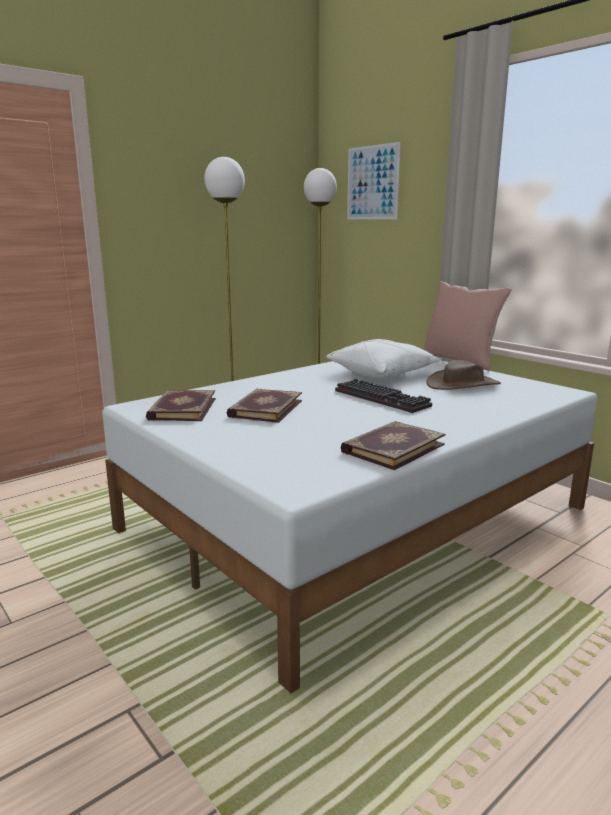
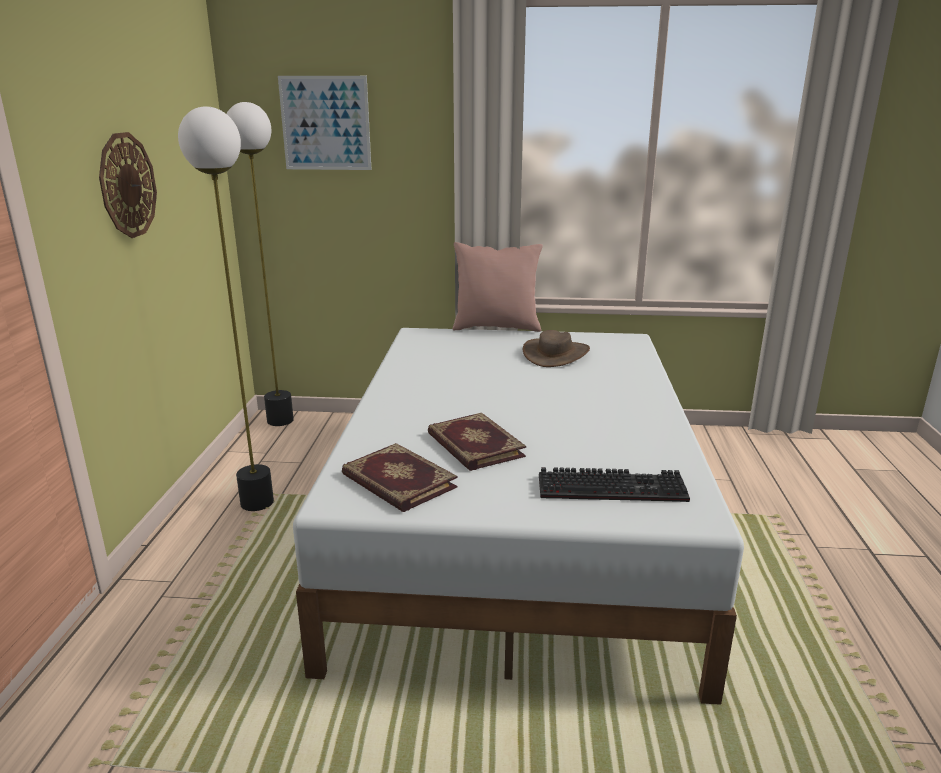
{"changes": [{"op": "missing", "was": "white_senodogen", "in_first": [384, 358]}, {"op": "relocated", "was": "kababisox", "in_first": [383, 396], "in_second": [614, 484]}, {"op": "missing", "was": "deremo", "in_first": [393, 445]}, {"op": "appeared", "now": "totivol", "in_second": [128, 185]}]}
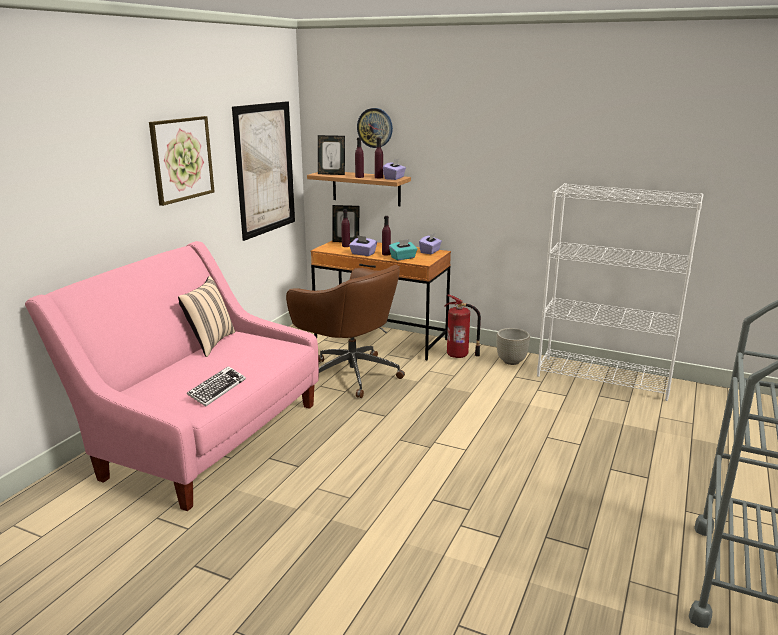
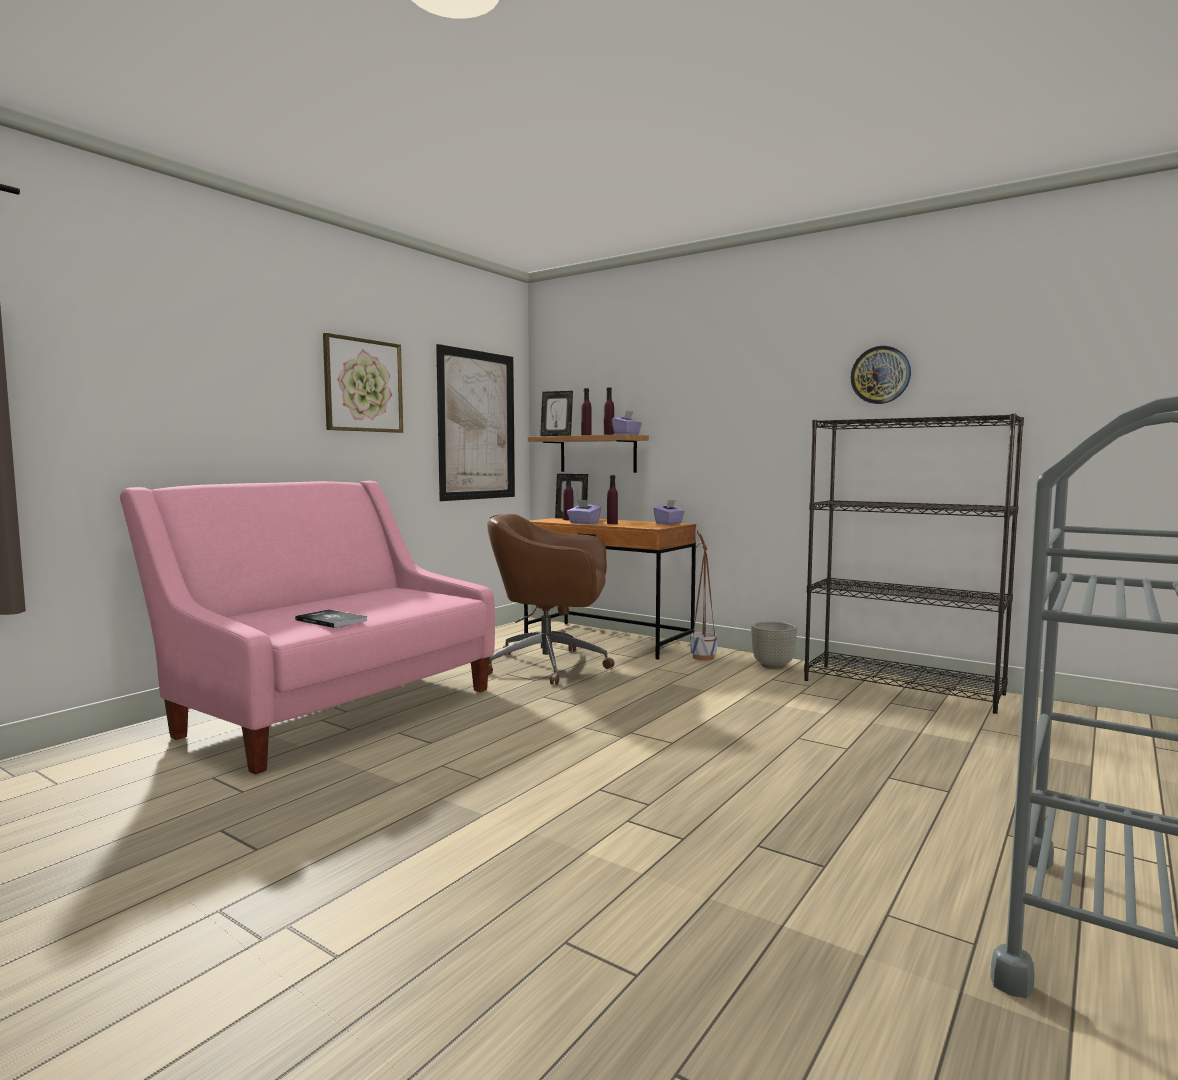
{"changes": [{"op": "relocated", "was": "totivol", "in_first": [375, 128], "in_second": [881, 375]}, {"op": "colour", "was": "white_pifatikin", "now": "black_pifatikin", "in_first": [620, 292], "in_second": [914, 564]}, {"op": "missing", "was": "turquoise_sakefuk", "in_first": [403, 249]}, {"op": "spun", "was": "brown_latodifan", "in_first": [345, 331], "in_second": [550, 599], "clockwise": 135}, {"op": "missing", "was": "beige_senodogen", "in_first": [206, 316]}, {"op": "exchanged", "was": "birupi", "now": "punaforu", "in_first": [462, 326], "in_second": [703, 595]}, {"op": "exchanged", "was": "kababisox", "now": "deremo", "in_first": [216, 386], "in_second": [331, 618]}]}
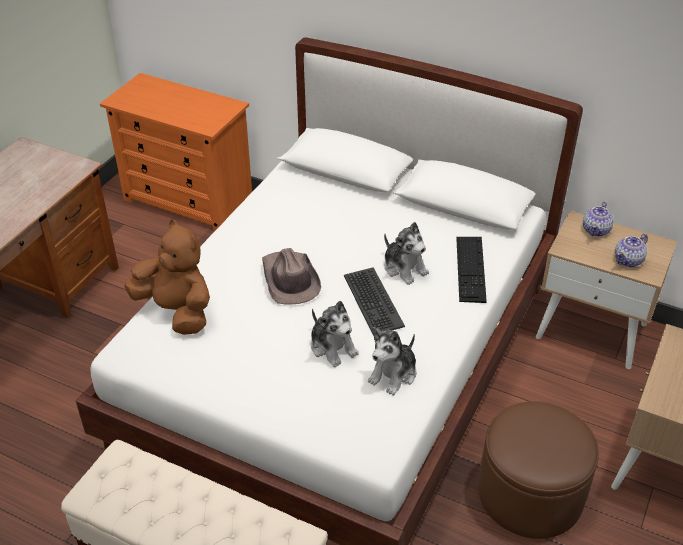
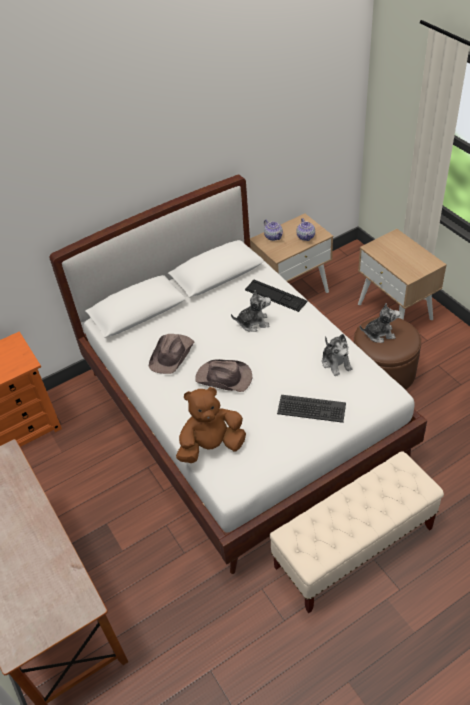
{"changes": [{"op": "relocated", "was": "kababisox", "in_first": [374, 301], "in_second": [311, 409]}, {"op": "relocated", "was": "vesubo", "in_first": [335, 334], "in_second": [380, 323]}, {"op": "appeared", "now": "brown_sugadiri", "in_second": [172, 354]}]}
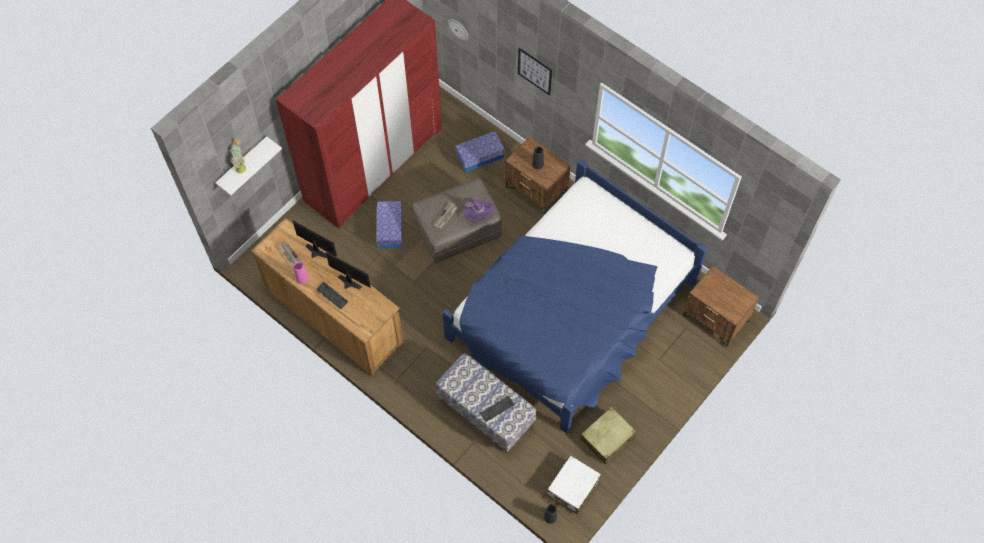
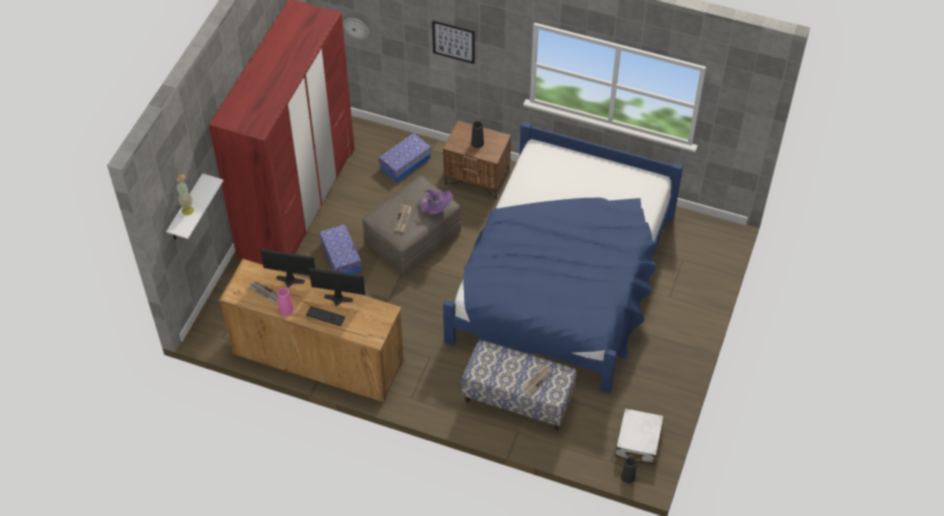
{"changes": [{"op": "missing", "was": "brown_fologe", "in_first": [721, 307]}, {"op": "exchanged", "was": "kababisox", "now": "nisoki", "in_first": [497, 409], "in_second": [536, 380]}, {"op": "missing", "was": "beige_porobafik", "in_first": [608, 435]}]}
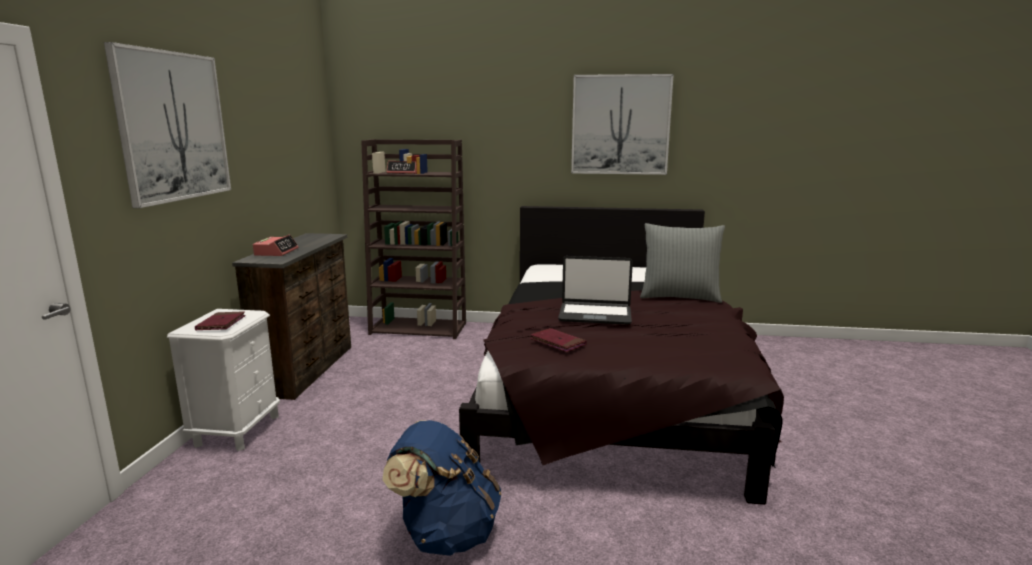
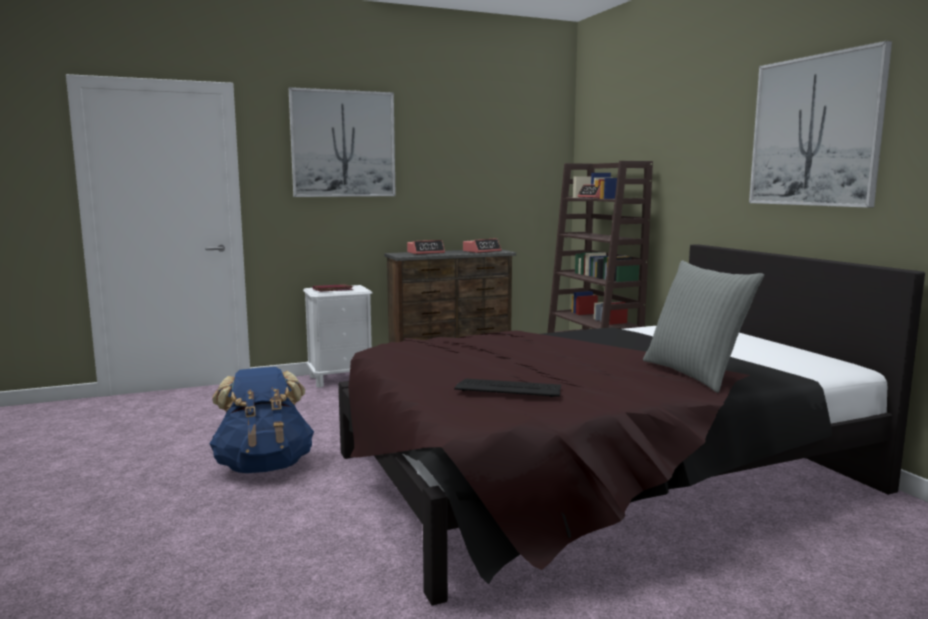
{"changes": [{"op": "missing", "was": "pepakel", "in_first": [595, 290]}, {"op": "missing", "was": "red_deremo", "in_first": [558, 340]}, {"op": "appeared", "now": "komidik", "in_second": [482, 245]}, {"op": "appeared", "now": "kababisox", "in_second": [507, 388]}]}
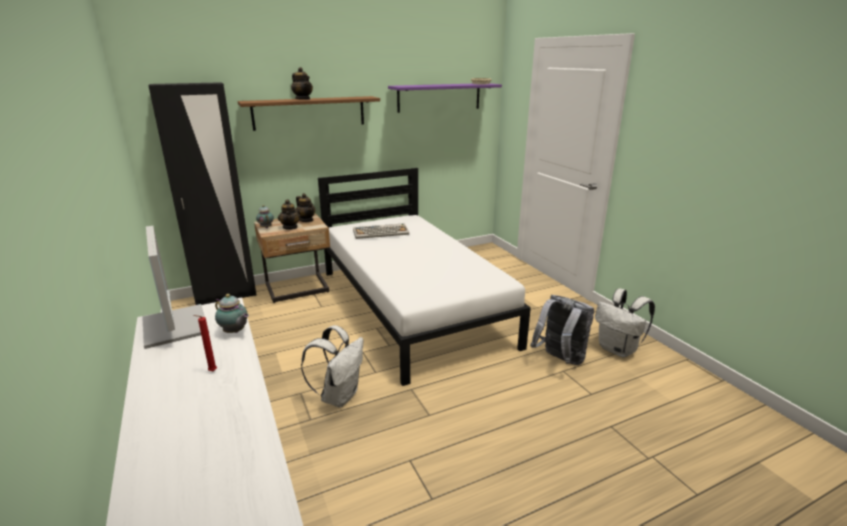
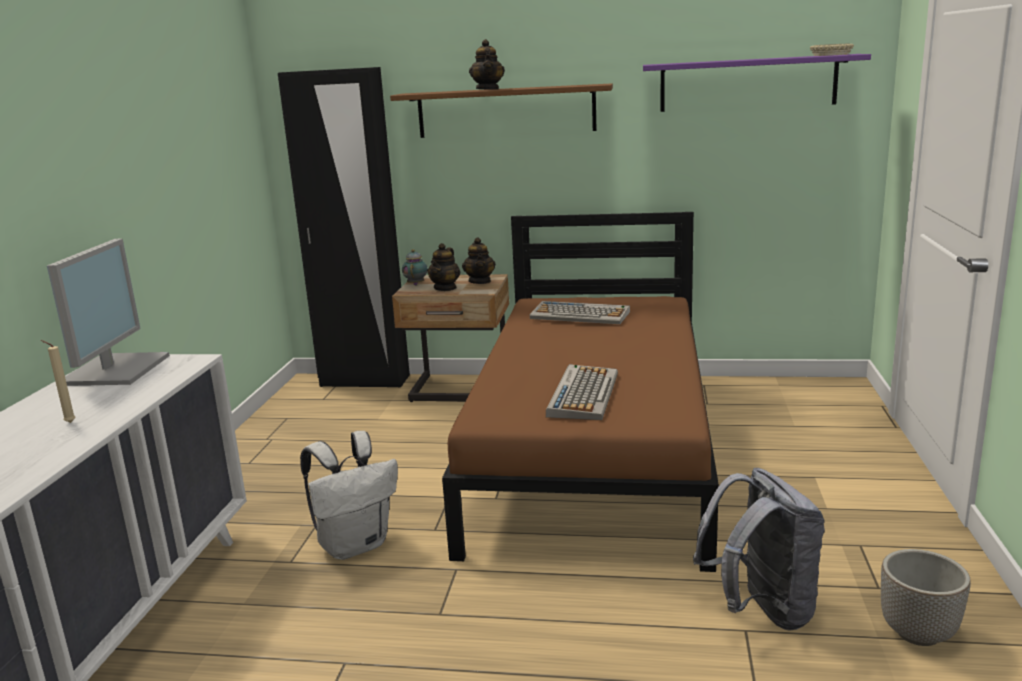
{"changes": [{"op": "colour", "was": "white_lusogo", "now": "brown_lusogo", "in_first": [424, 277], "in_second": [580, 392]}, {"op": "exchanged", "was": "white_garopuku", "now": "punaforu", "in_first": [625, 323], "in_second": [926, 597]}, {"op": "missing", "was": "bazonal", "in_first": [232, 313]}, {"op": "colour", "was": "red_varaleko", "now": "beige_varaleko", "in_first": [205, 343], "in_second": [58, 381]}, {"op": "appeared", "now": "kababisox", "in_second": [582, 392]}]}
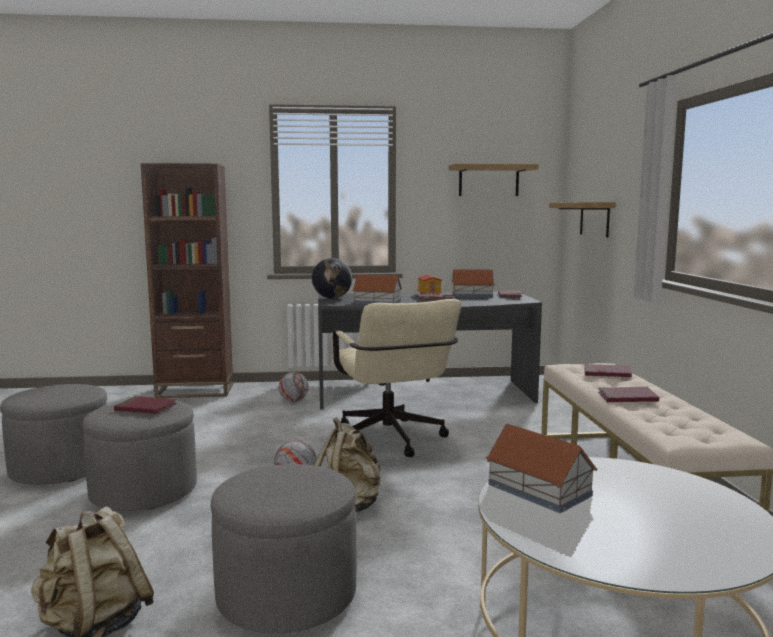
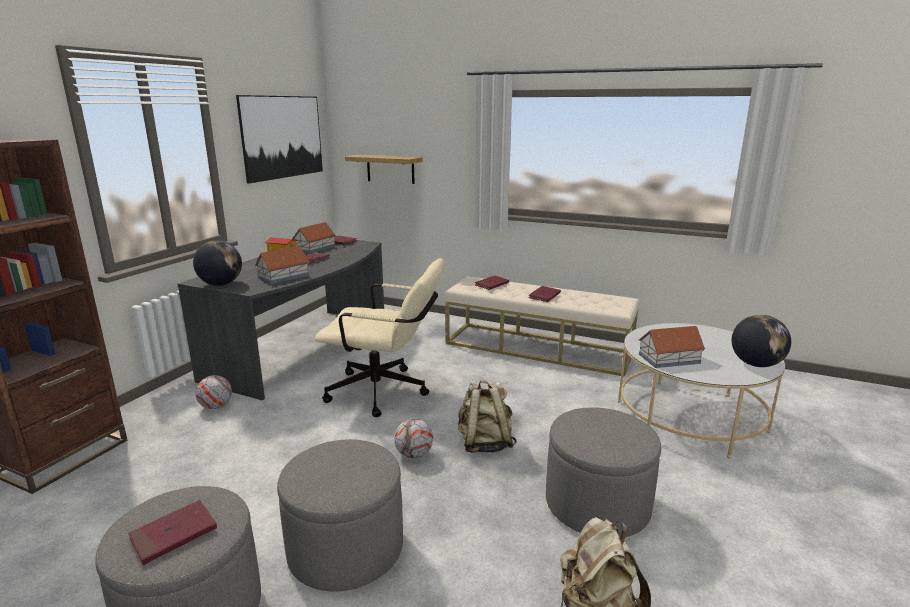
{"changes": [{"op": "exchanged", "was": "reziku", "now": "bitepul", "in_first": [493, 180], "in_second": [279, 139]}, {"op": "relocated", "was": "red_deremo", "in_first": [145, 405], "in_second": [172, 532]}, {"op": "appeared", "now": "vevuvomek", "in_second": [761, 341]}]}
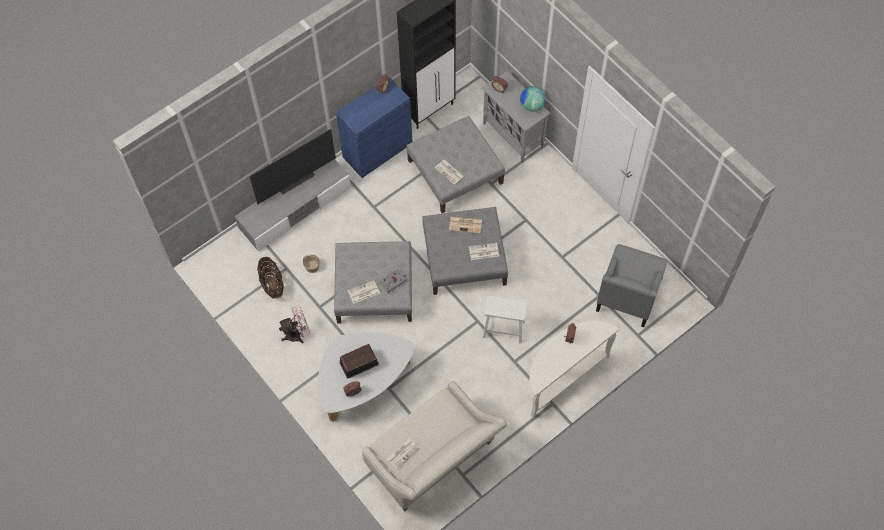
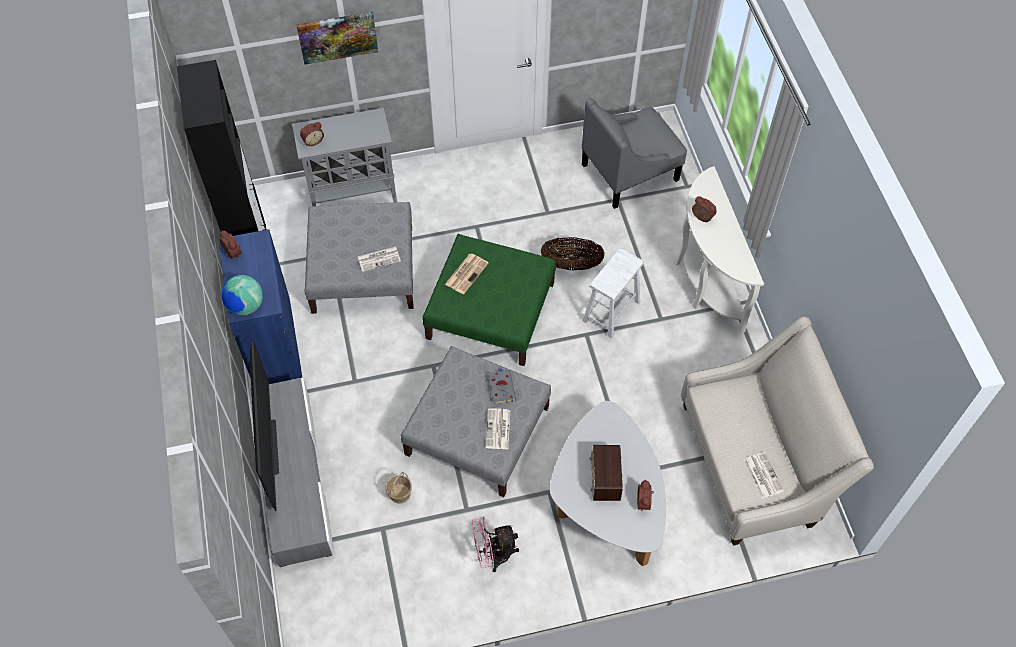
{"changes": [{"op": "relocated", "was": "vevuvomek", "in_first": [532, 99], "in_second": [242, 295]}, {"op": "colour", "was": "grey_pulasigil", "now": "green_pulasigil", "in_first": [465, 251], "in_second": [489, 300]}, {"op": "missing", "was": "nisoki", "in_first": [484, 251]}, {"op": "spun", "was": "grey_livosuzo", "in_first": [631, 285], "in_second": [634, 153], "clockwise": 105}, {"op": "relocated", "was": "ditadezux", "in_first": [270, 278], "in_second": [573, 254]}, {"op": "spun", "was": "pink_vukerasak", "in_first": [294, 324], "in_second": [495, 544], "clockwise": -105}, {"op": "appeared", "now": "bitepul", "in_second": [337, 38]}]}
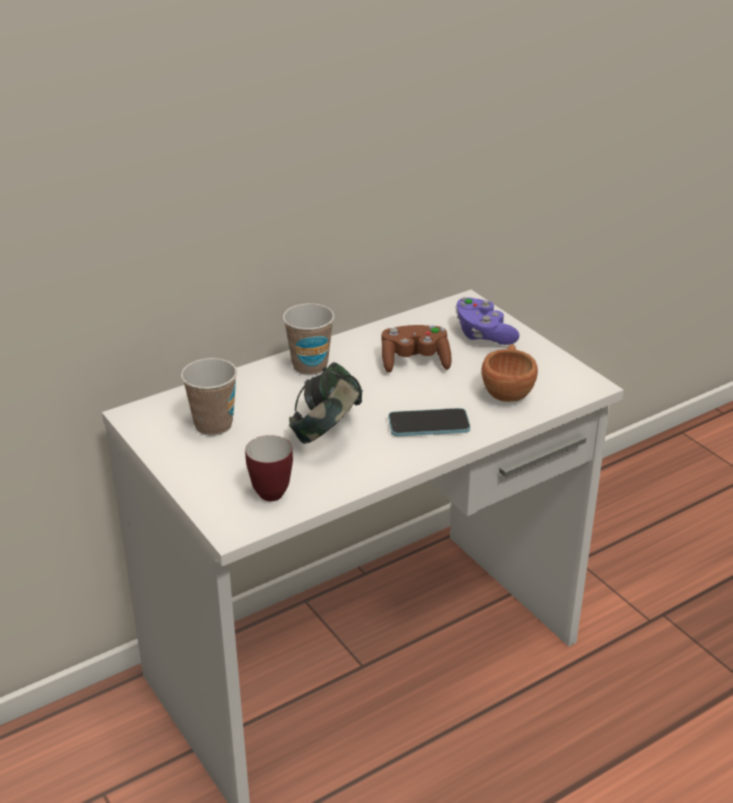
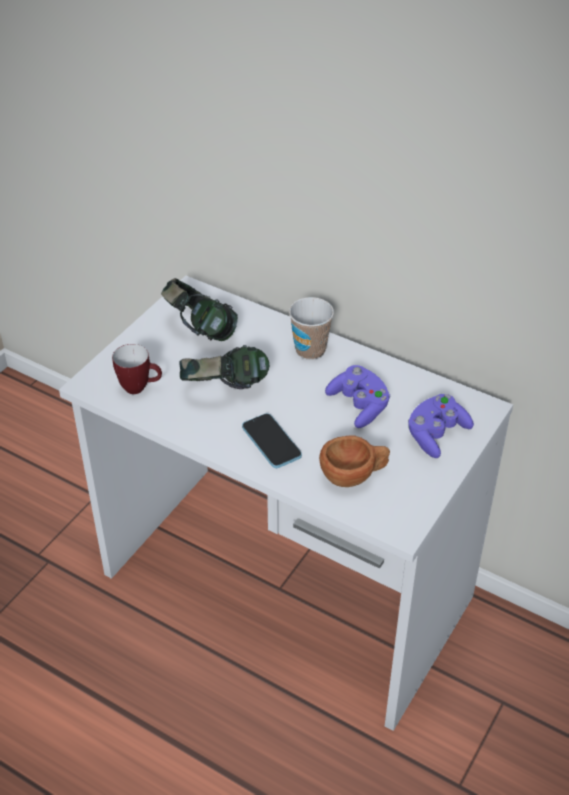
{"changes": [{"op": "colour", "was": "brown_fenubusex", "now": "purple_fenubusex", "in_first": [416, 349], "in_second": [357, 396]}, {"op": "exchanged", "was": "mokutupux", "now": "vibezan", "in_first": [209, 397], "in_second": [199, 309]}]}
